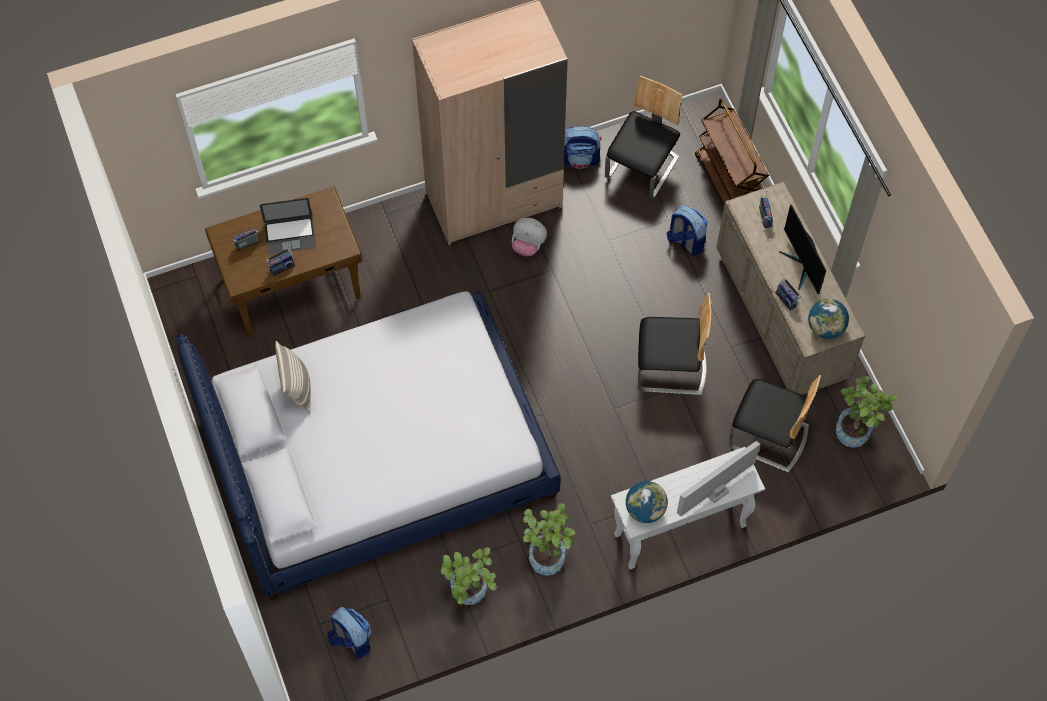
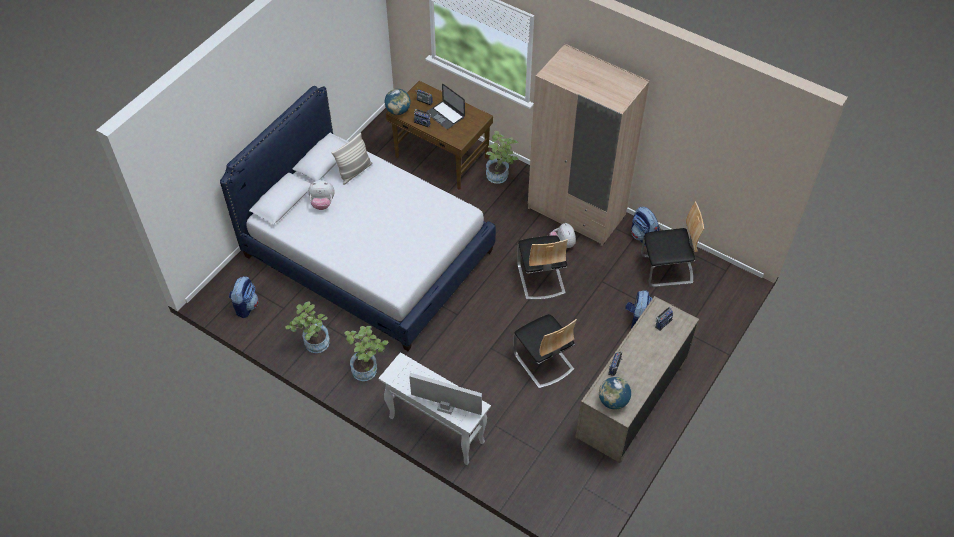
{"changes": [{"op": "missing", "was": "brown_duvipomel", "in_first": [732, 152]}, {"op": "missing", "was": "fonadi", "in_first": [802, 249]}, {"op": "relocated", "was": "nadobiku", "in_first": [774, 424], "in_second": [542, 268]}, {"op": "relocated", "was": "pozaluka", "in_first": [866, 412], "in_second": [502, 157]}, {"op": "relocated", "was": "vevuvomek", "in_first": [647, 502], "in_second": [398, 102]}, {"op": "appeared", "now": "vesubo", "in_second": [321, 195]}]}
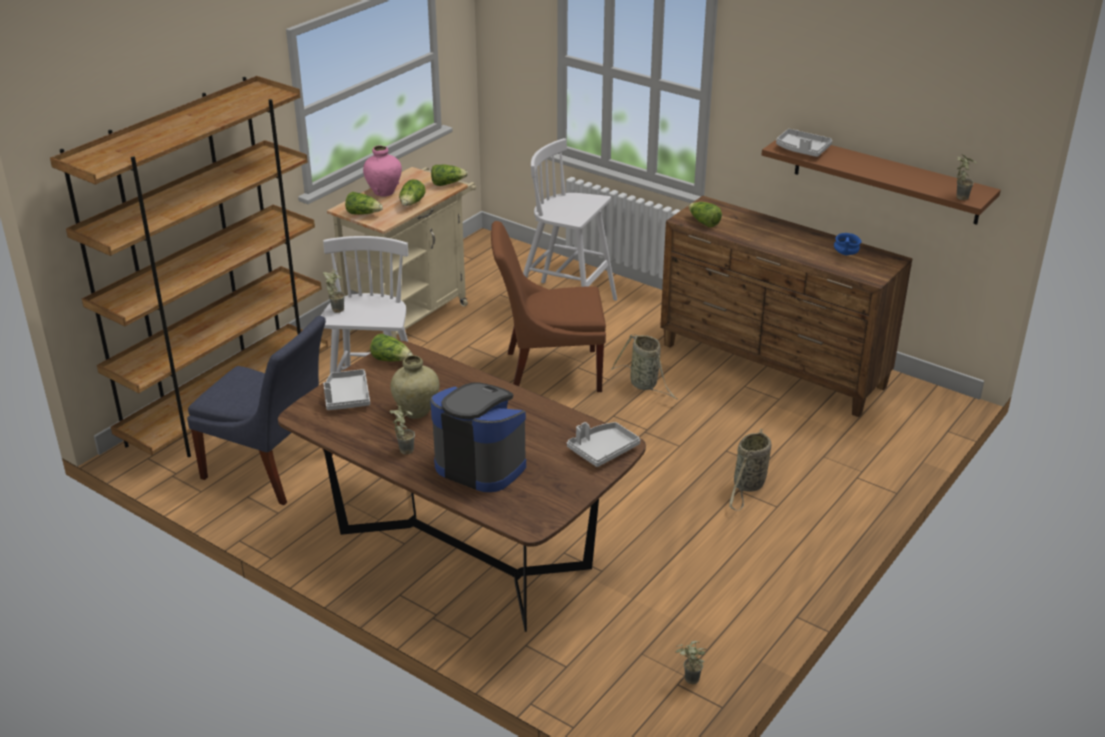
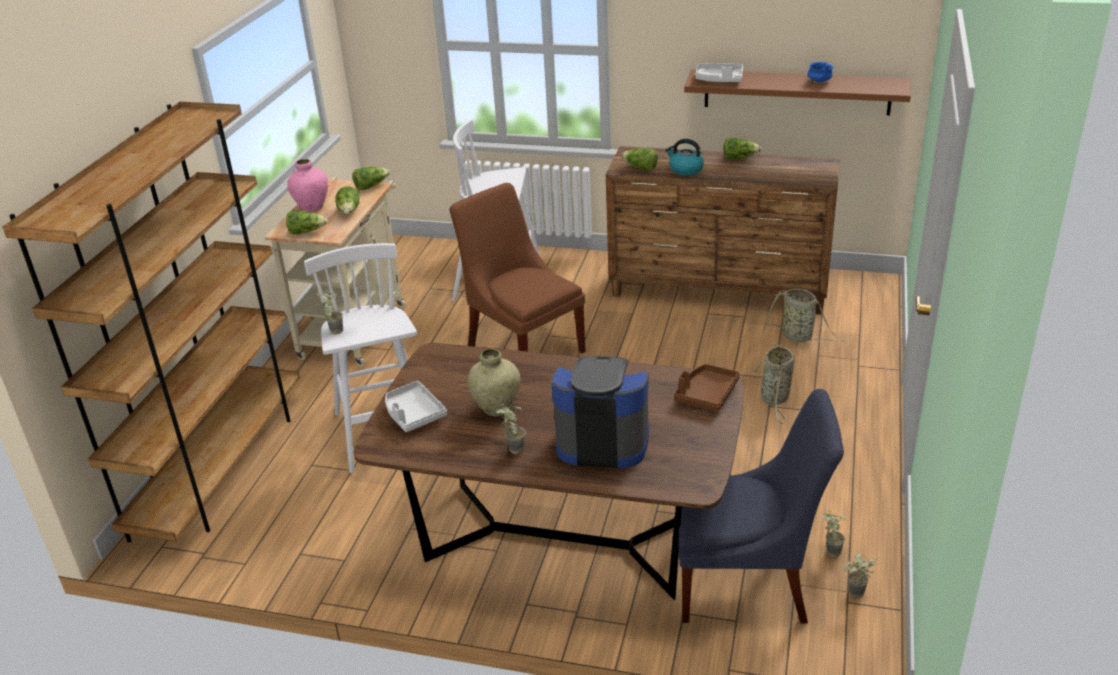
{"changes": [{"op": "relocated", "was": "pozaluka", "in_first": [966, 177], "in_second": [834, 533]}, {"op": "spun", "was": "brown_nadobiku", "in_first": [548, 306], "in_second": [517, 268], "clockwise": 75}, {"op": "relocated", "was": "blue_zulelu", "in_first": [848, 244], "in_second": [821, 72]}, {"op": "relocated", "was": "blue_nadobiku", "in_first": [260, 410], "in_second": [759, 506]}, {"op": "relocated", "was": "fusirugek", "in_first": [391, 348], "in_second": [742, 149]}, {"op": "relocated", "was": "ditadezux", "in_first": [644, 366], "in_second": [804, 315]}, {"op": "colour", "was": "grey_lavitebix", "now": "brown_lavitebix", "in_first": [603, 444], "in_second": [707, 387]}, {"op": "appeared", "now": "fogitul", "in_second": [684, 157]}]}
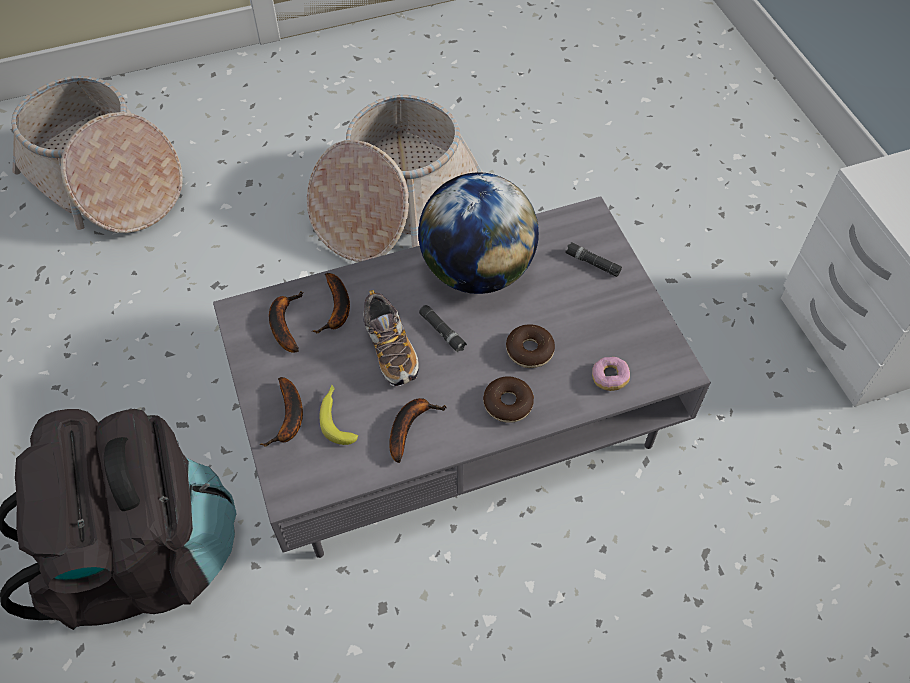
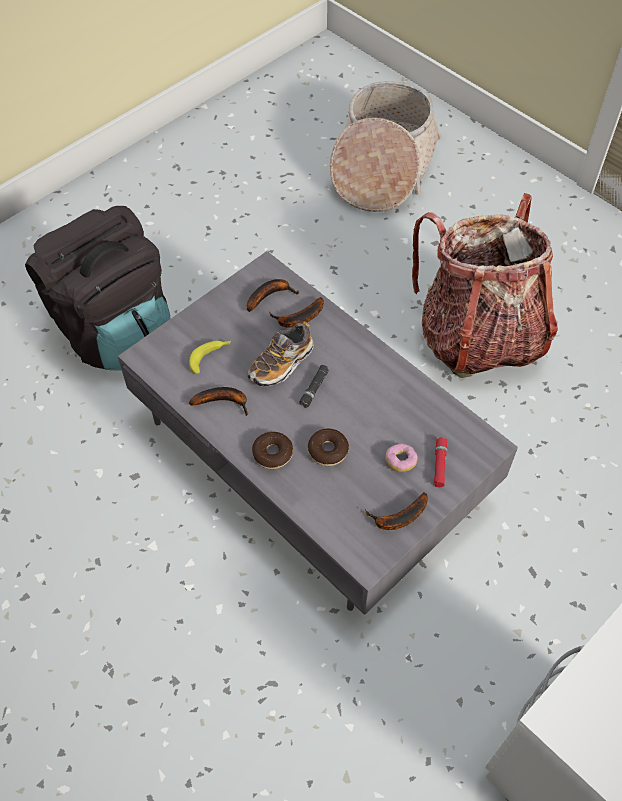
{"changes": [{"op": "exchanged", "was": "ditadezux", "now": "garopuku", "in_first": [395, 178], "in_second": [485, 285]}, {"op": "missing", "was": "vevuvomek", "in_first": [478, 233]}, {"op": "colour", "was": "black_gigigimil", "now": "red_gigigimil", "in_first": [593, 259], "in_second": [440, 462]}, {"op": "relocated", "was": "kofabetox", "in_first": [611, 374], "in_second": [401, 458]}, {"op": "relocated", "was": "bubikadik", "in_first": [281, 411], "in_second": [396, 511]}]}
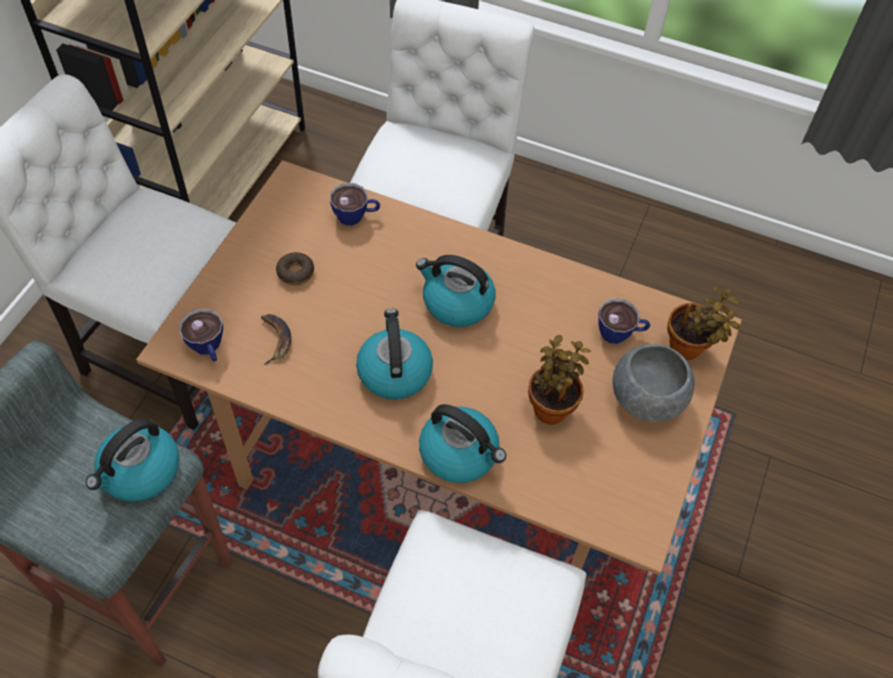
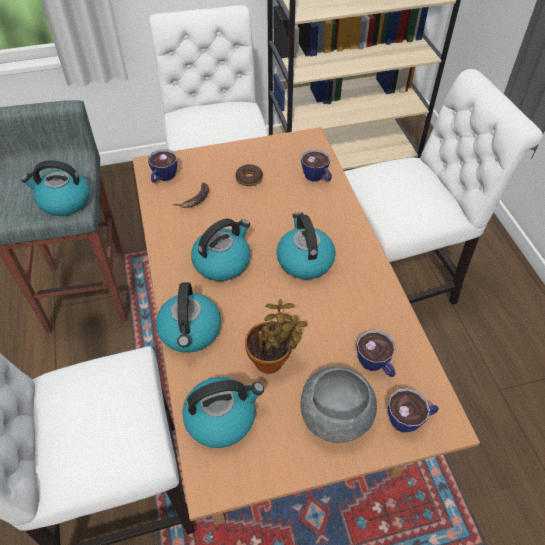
{"changes": [{"op": "exchanged", "was": "pozaluka", "now": "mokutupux", "in_first": [703, 322], "in_second": [413, 410]}, {"op": "appeared", "now": "fogitul", "in_second": [223, 412]}]}
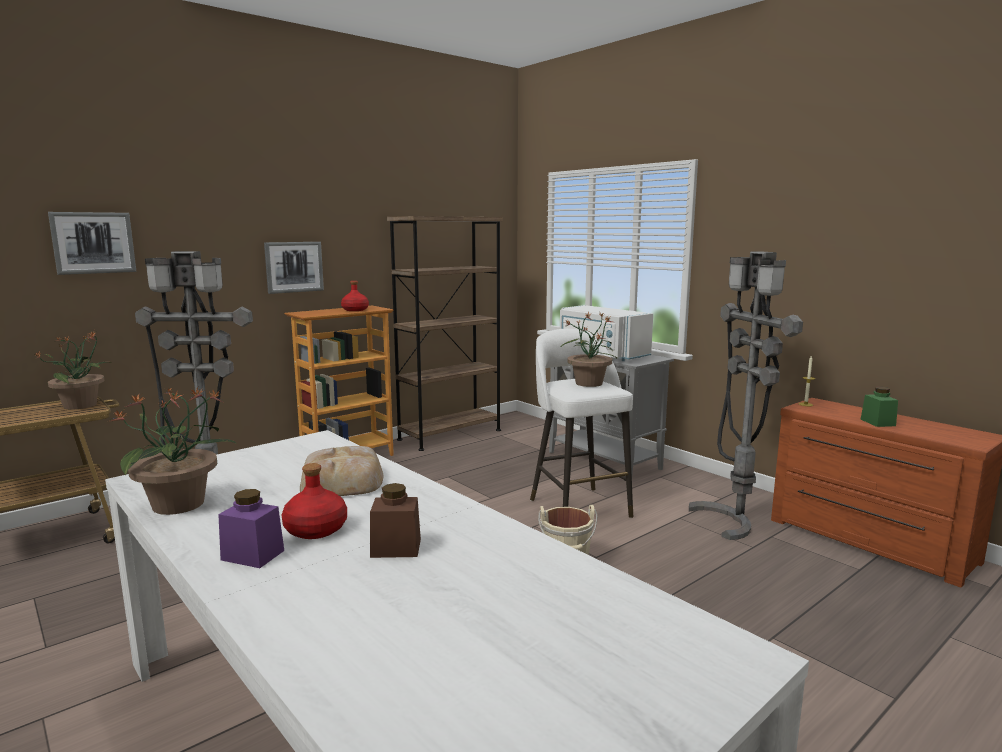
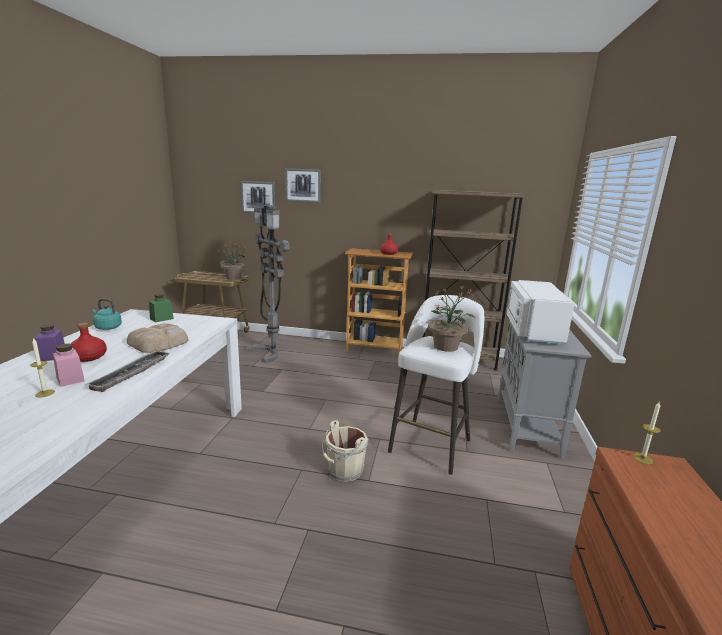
{"changes": [{"op": "relocated", "was": "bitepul", "in_first": [294, 268], "in_second": [303, 185]}, {"op": "missing", "was": "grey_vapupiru", "in_first": [746, 395]}, {"op": "exchanged", "was": "pozaluka", "now": "turquoise_fogitul", "in_first": [172, 451], "in_second": [107, 314]}, {"op": "relocated", "was": "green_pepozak", "in_first": [879, 407], "in_second": [161, 308]}, {"op": "colour", "was": "brown_pepozak", "now": "pink_pepozak", "in_first": [395, 520], "in_second": [69, 365]}, {"op": "appeared", "now": "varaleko", "in_second": [42, 367]}, {"op": "appeared", "now": "lavitebix", "in_second": [127, 371]}]}
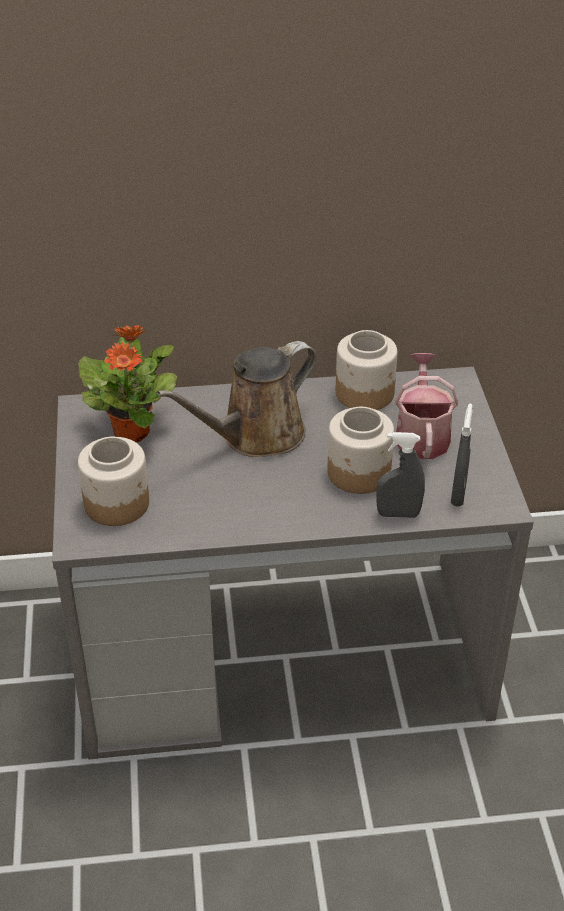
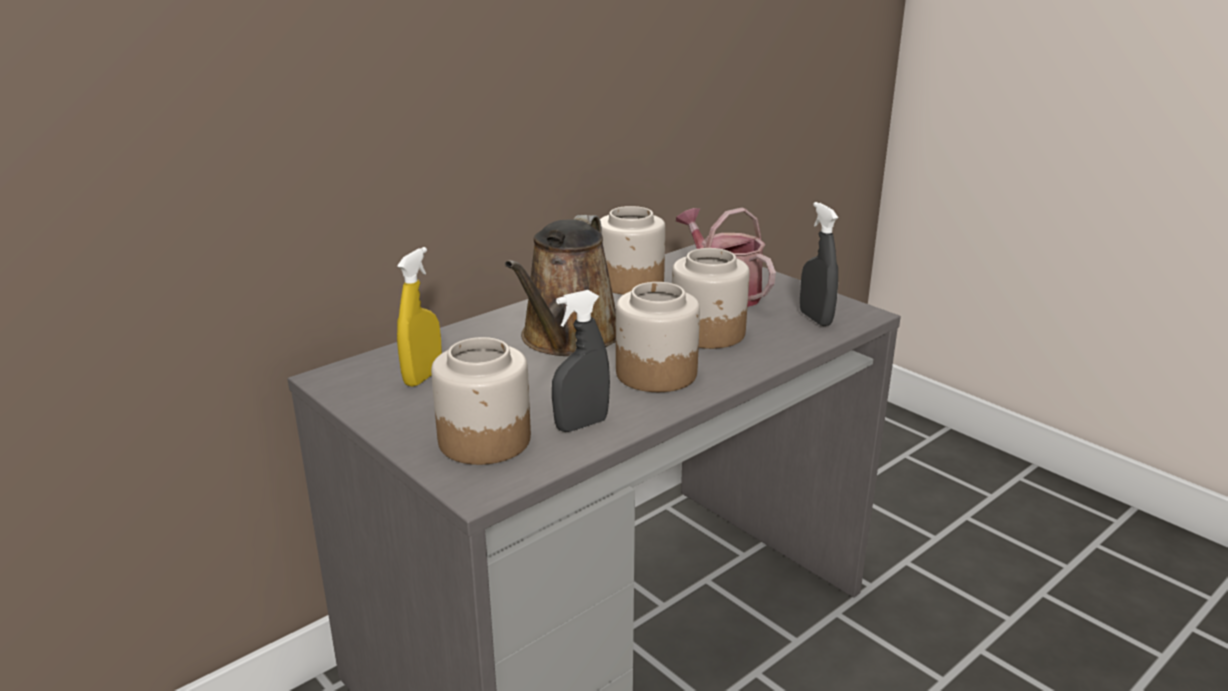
{"changes": [{"op": "exchanged", "was": "pozaluka", "now": "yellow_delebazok", "in_first": [128, 383], "in_second": [419, 317]}, {"op": "relocated", "was": "grey_delebazok", "in_first": [400, 475], "in_second": [581, 361]}, {"op": "appeared", "now": "pepozak", "in_second": [658, 337]}]}
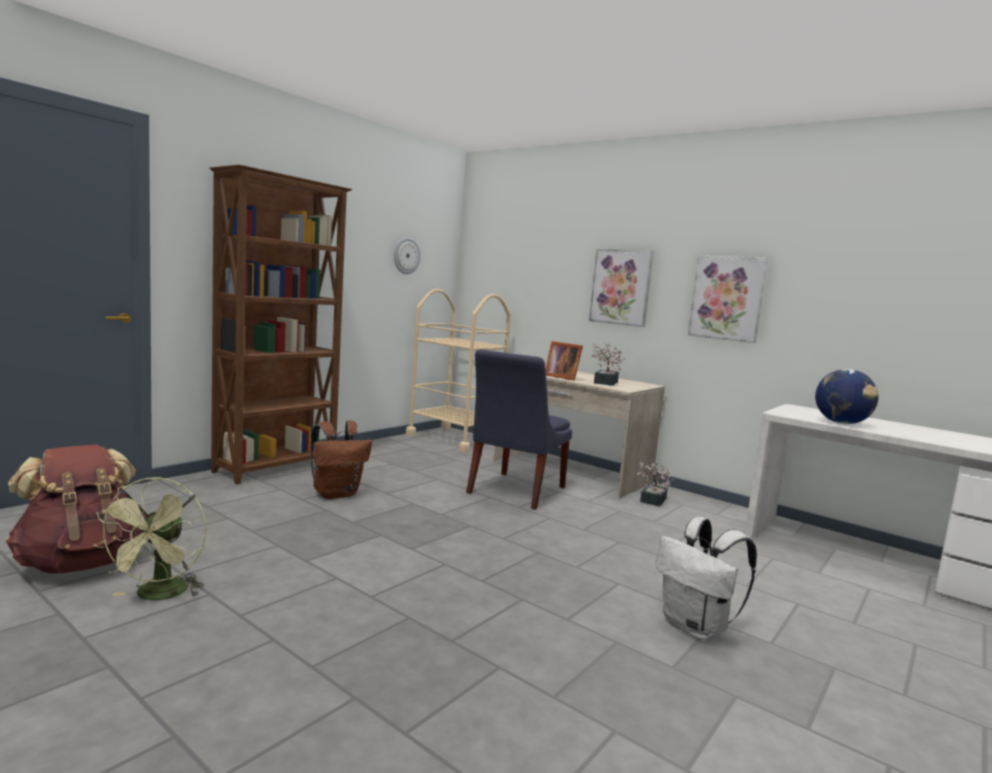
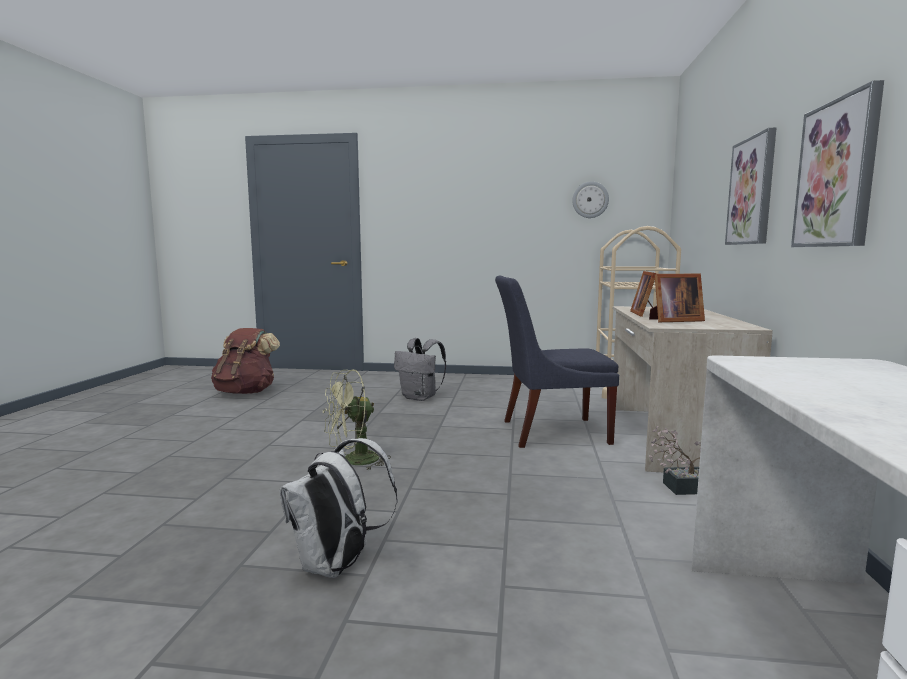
{"changes": [{"op": "missing", "was": "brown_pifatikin", "in_first": [280, 325]}, {"op": "exchanged", "was": "pozaluka", "now": "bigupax", "in_first": [608, 364], "in_second": [677, 298]}, {"op": "missing", "was": "vevuvomek", "in_first": [847, 396]}, {"op": "colour", "was": "brown_garopuku", "now": "grey_garopuku", "in_first": [341, 459], "in_second": [420, 369]}, {"op": "relocated", "was": "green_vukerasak", "in_first": [150, 538], "in_second": [357, 420]}]}
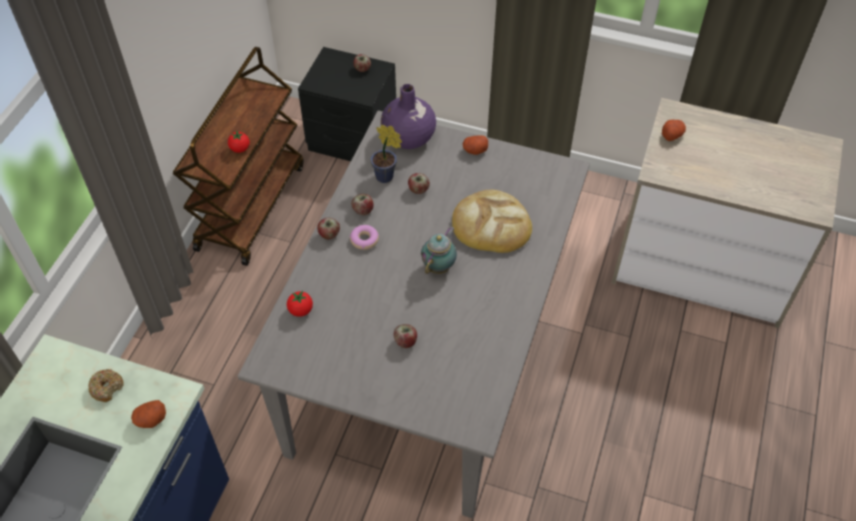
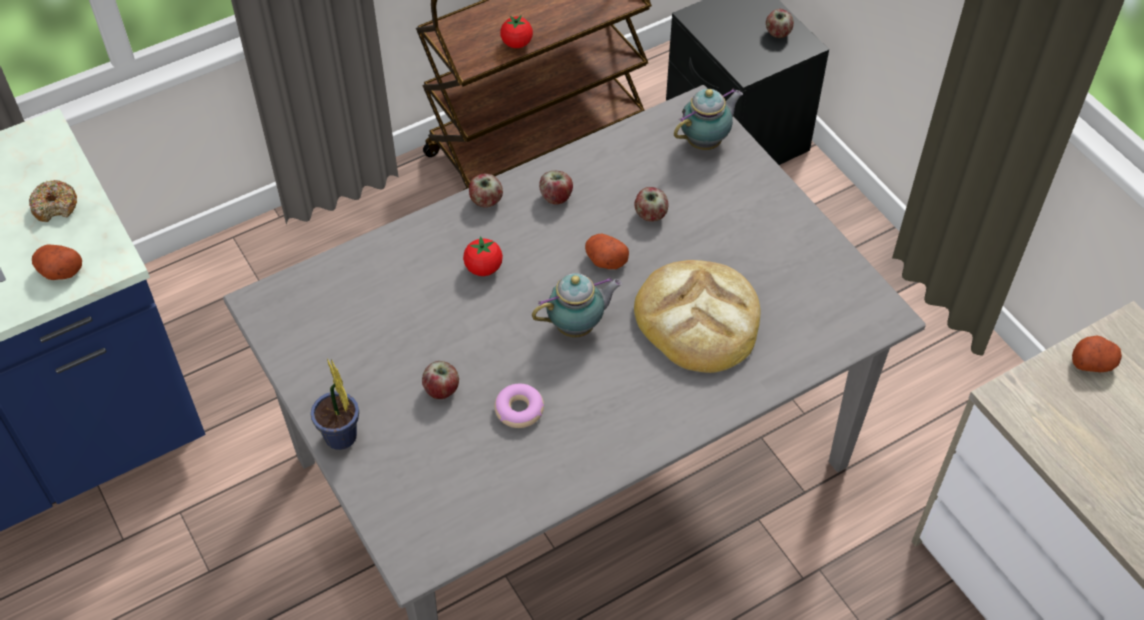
{"changes": [{"op": "exchanged", "was": "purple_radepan", "now": "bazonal", "in_first": [408, 116], "in_second": [708, 119]}, {"op": "relocated", "was": "pozaluka", "in_first": [386, 154], "in_second": [334, 404]}, {"op": "relocated", "was": "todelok", "in_first": [475, 145], "in_second": [607, 251]}, {"op": "relocated", "was": "kofabetox", "in_first": [364, 237], "in_second": [519, 406]}, {"op": "relocated", "was": "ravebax", "in_first": [300, 304], "in_second": [483, 256]}]}
